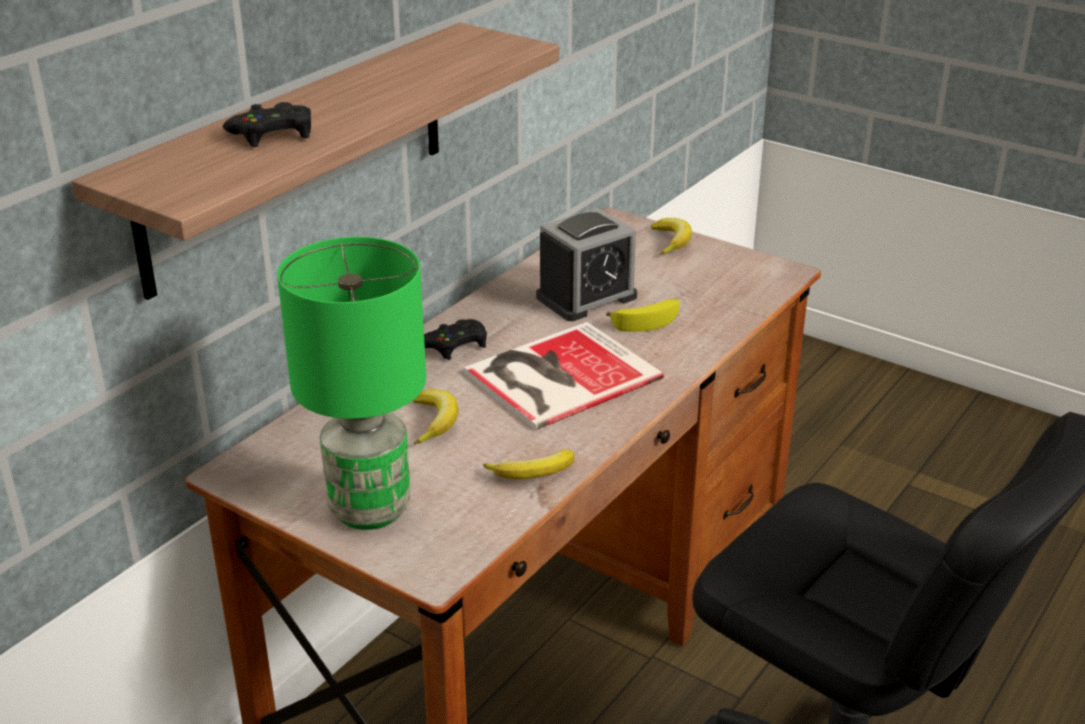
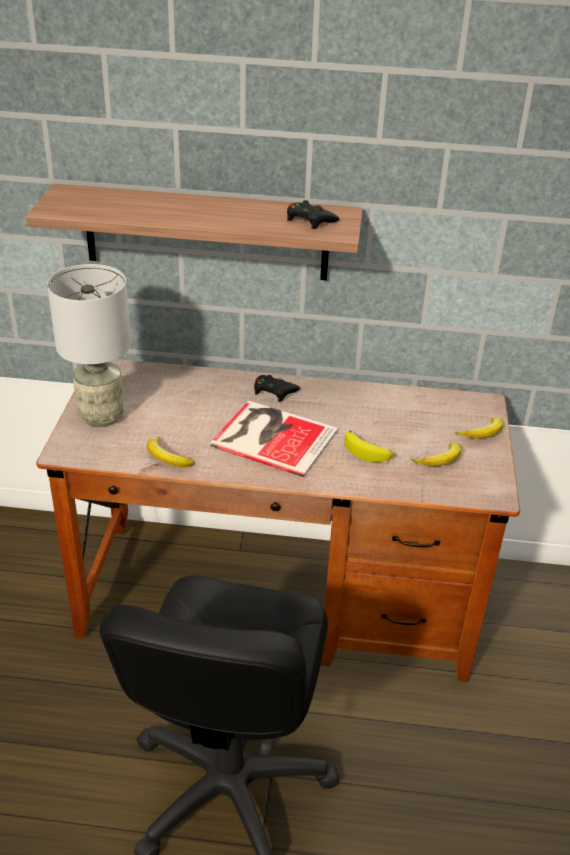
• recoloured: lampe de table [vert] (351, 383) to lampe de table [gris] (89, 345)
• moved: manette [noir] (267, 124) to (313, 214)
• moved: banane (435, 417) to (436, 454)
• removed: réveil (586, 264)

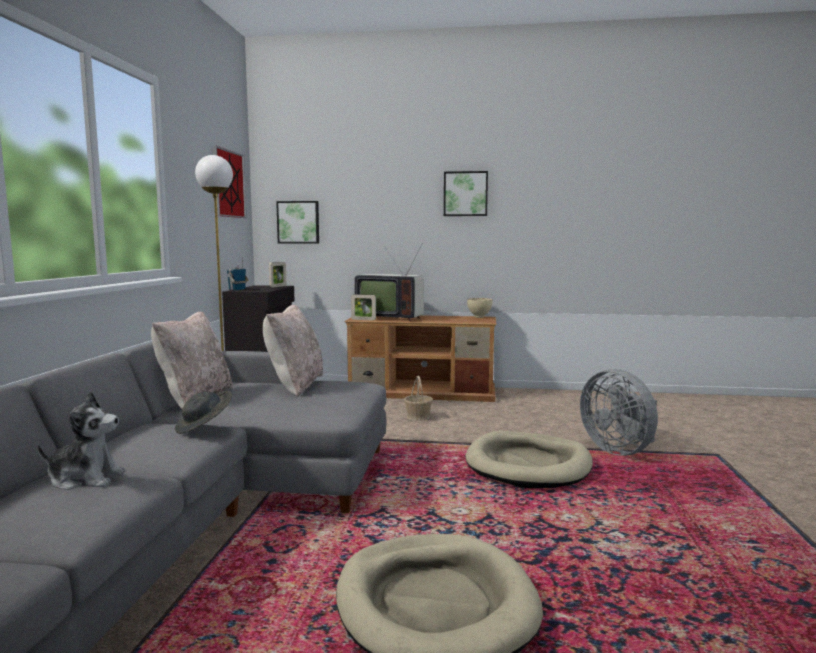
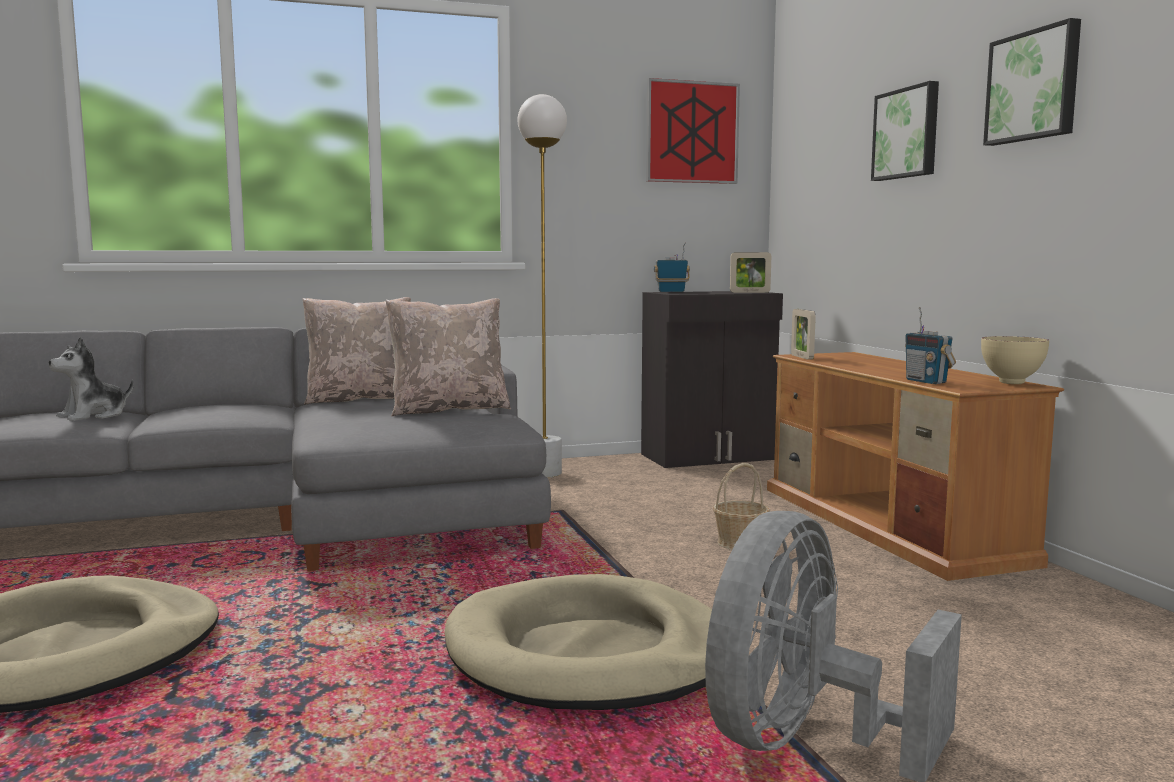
• turned: peluche (81, 441) = (91, 379) 60 degrees clockwise
• moved: tableau (297, 222) to (905, 131)
• added: radio (930, 345)
• removed: chapeau [gris] (203, 412)
• removed: téléviseur (389, 282)

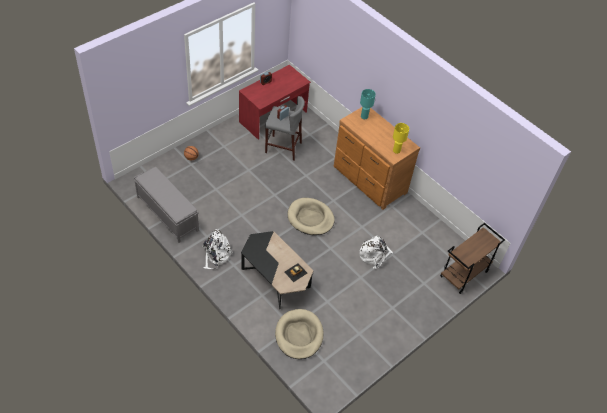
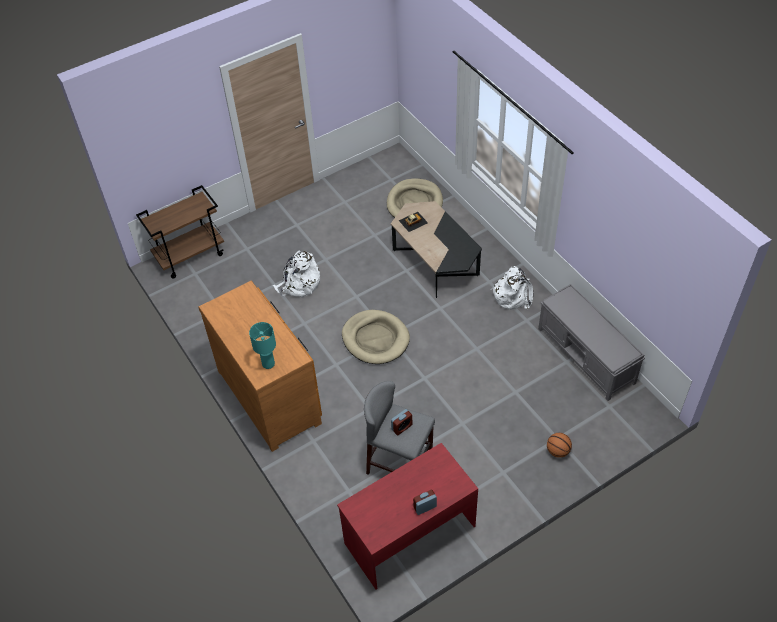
• removed: lampe de table [jaune] (401, 138)

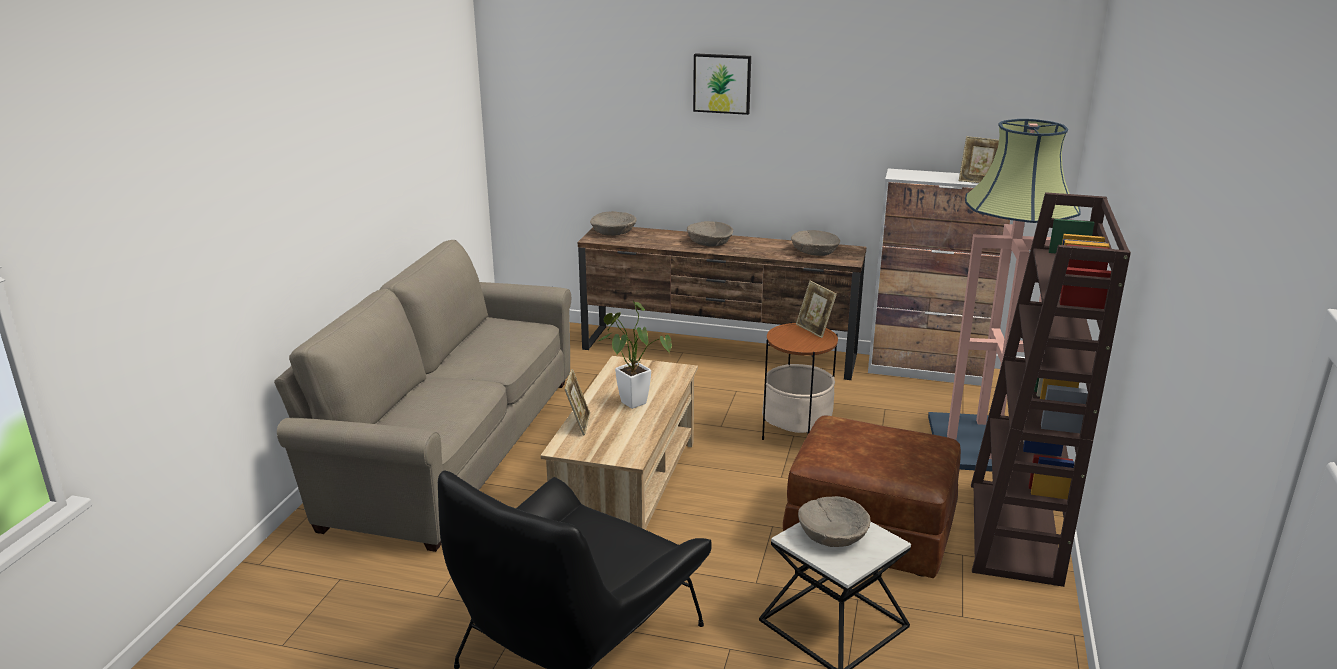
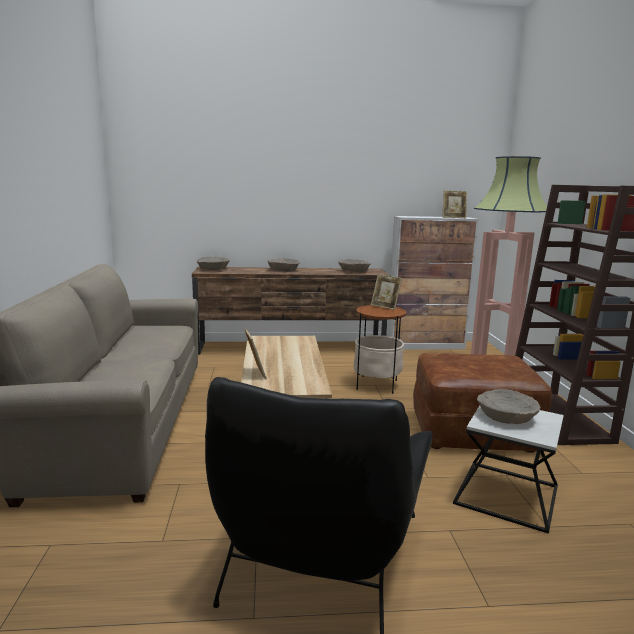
• removed: plante en pot (635, 355)
• removed: tableau (722, 84)

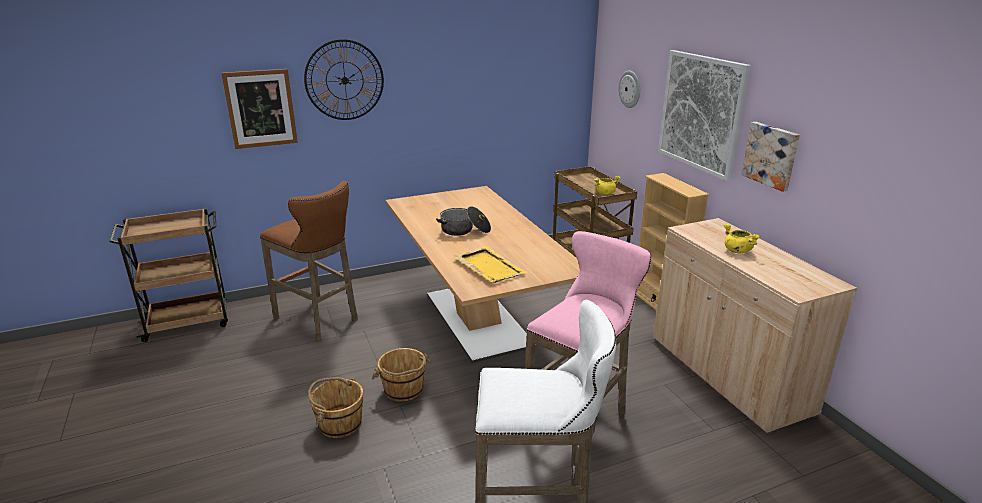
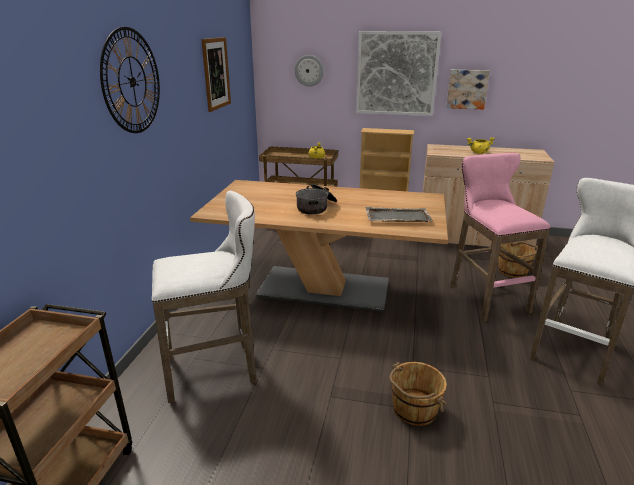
• recoloured: tabouret [marron] (309, 261) to tabouret [blanc] (204, 297)
• moved: tableau (260, 109) to (216, 74)
• recoloured: plateau [jaune] (490, 264) to plateau [gris] (399, 214)
• moved: seau [marron] (401, 375) to (518, 259)

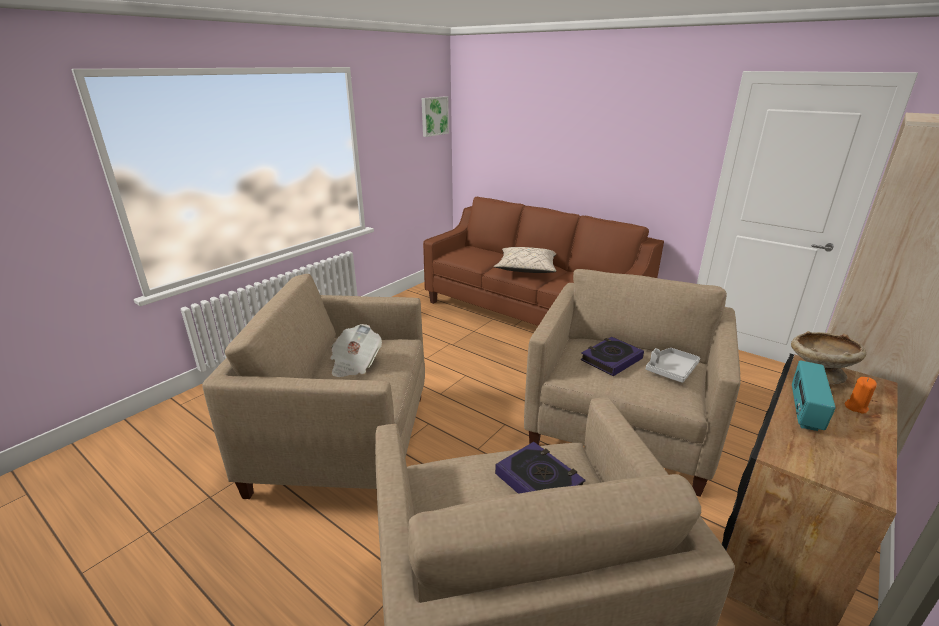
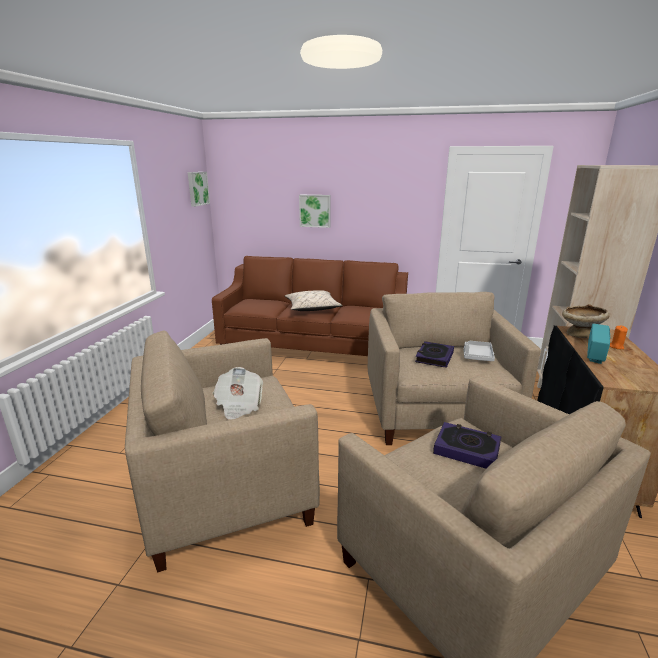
• added: tableau (315, 211)
• turned: radio (814, 396) = (598, 344) 150 degrees counterclockwise

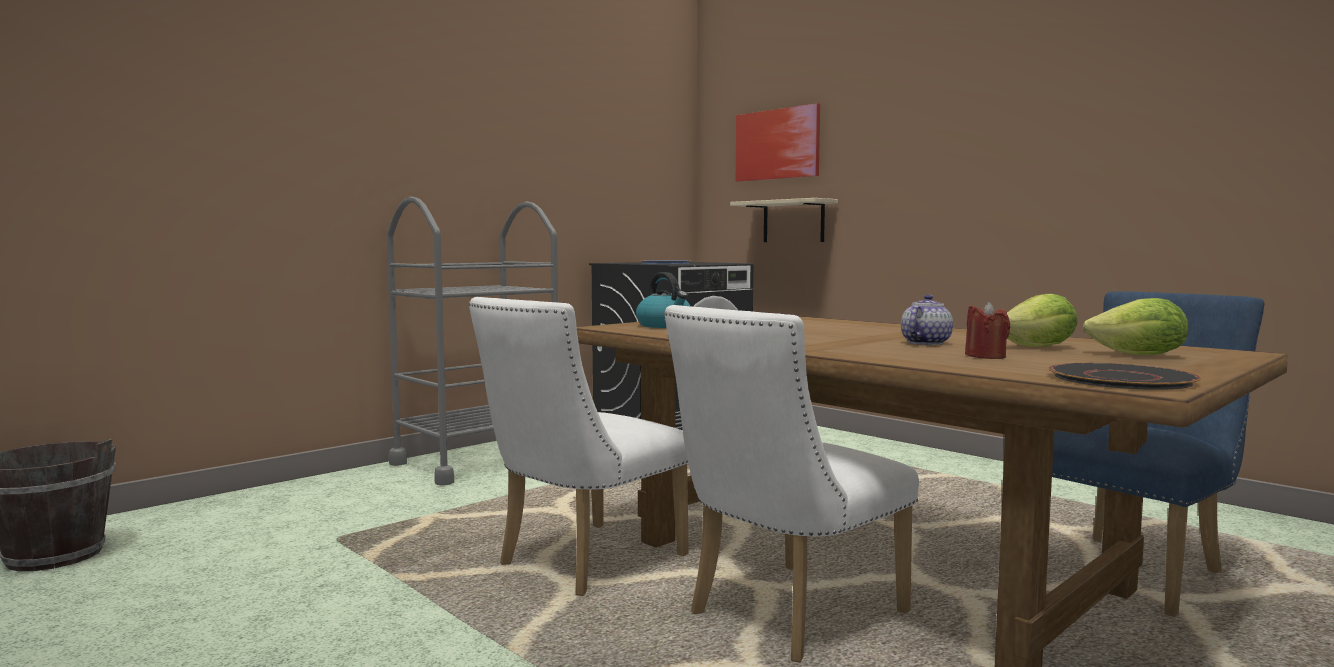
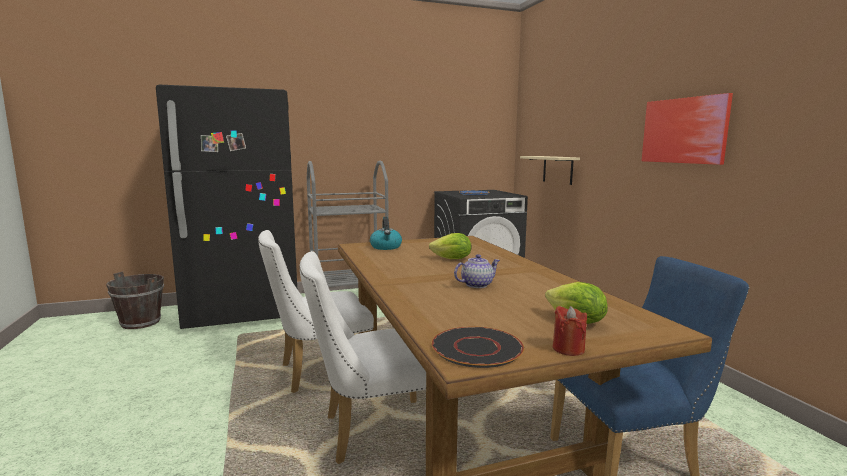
• added: réfrigérateur [noir] (226, 207)
• moved: laitue (1042, 320) to (450, 246)
• moved: bougie [rouge] (987, 330) to (570, 331)
• moved: tableau (778, 142) to (687, 129)

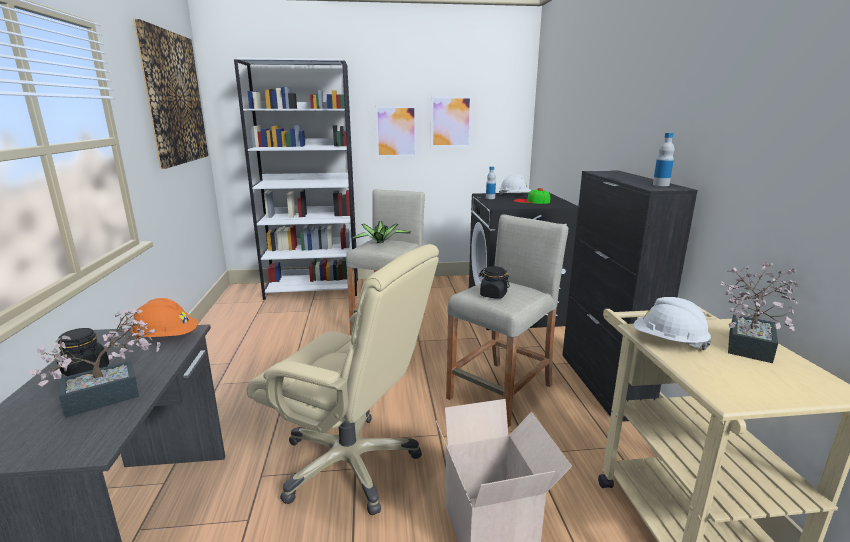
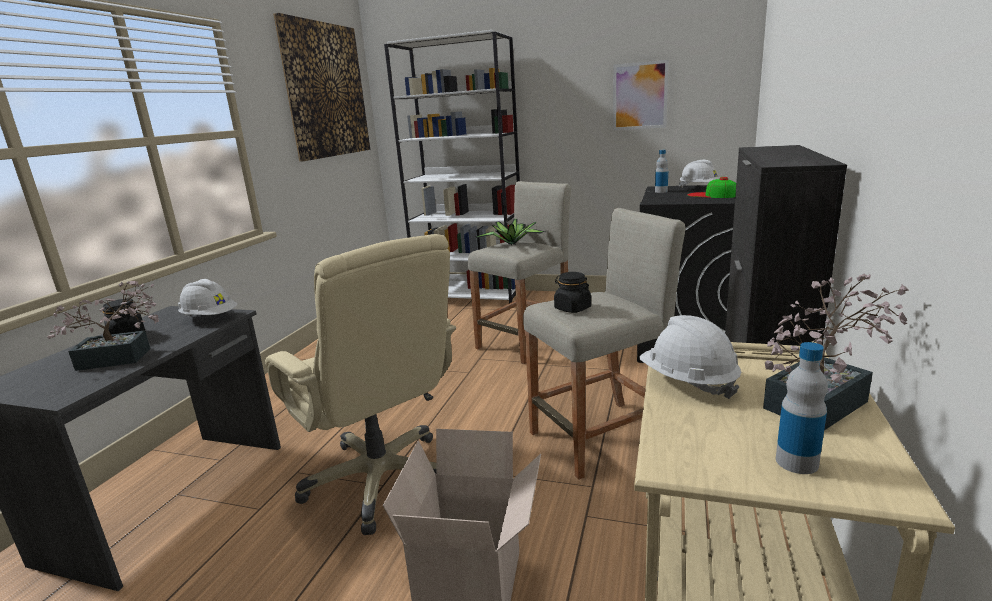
• recoloured: casque de chantier [orange] (164, 318) to casque de chantier [blanc] (207, 297)
• moved: bouteille (664, 159) to (802, 408)
• removed: tableau (396, 131)

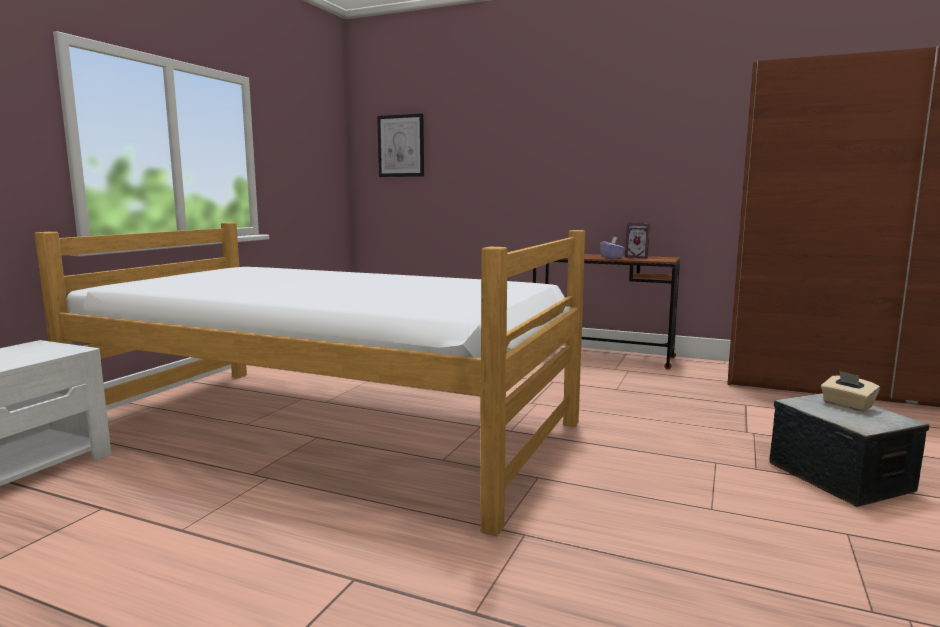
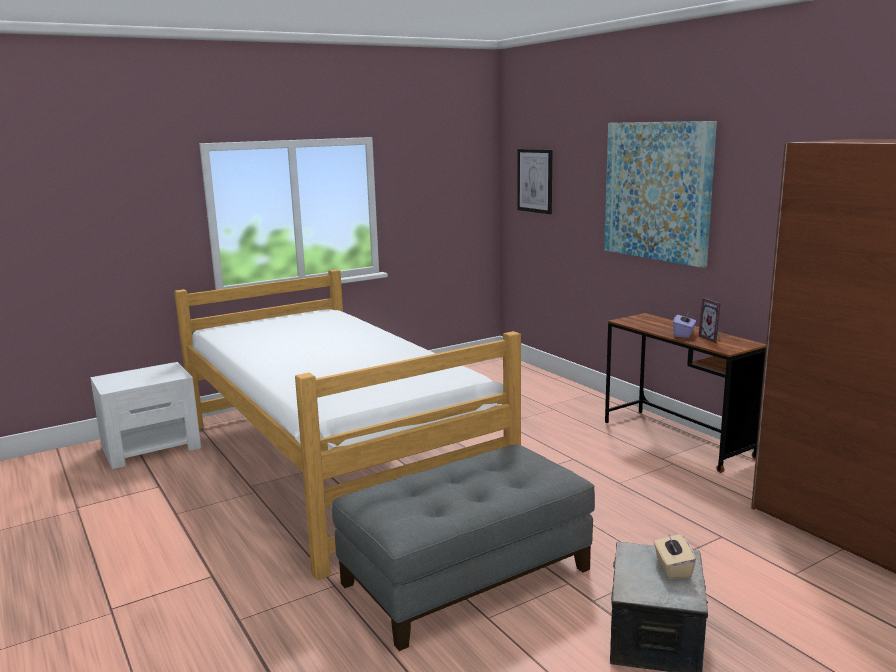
• added: pouf [gris] (463, 547)
• added: tableau (660, 194)

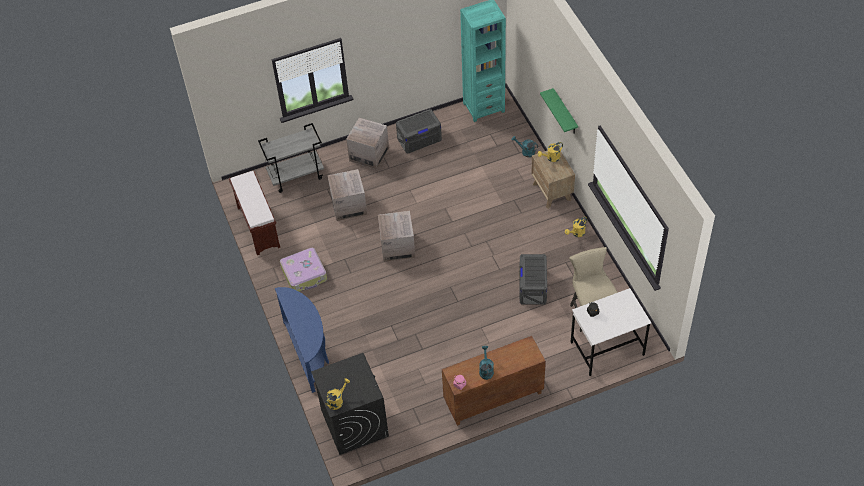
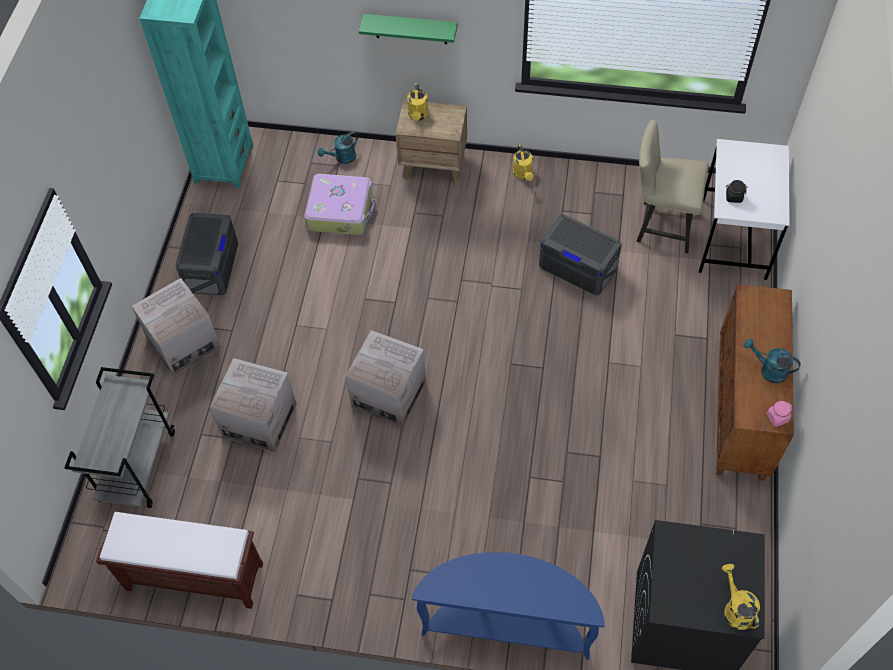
• moved: valise (303, 270) to (340, 204)

